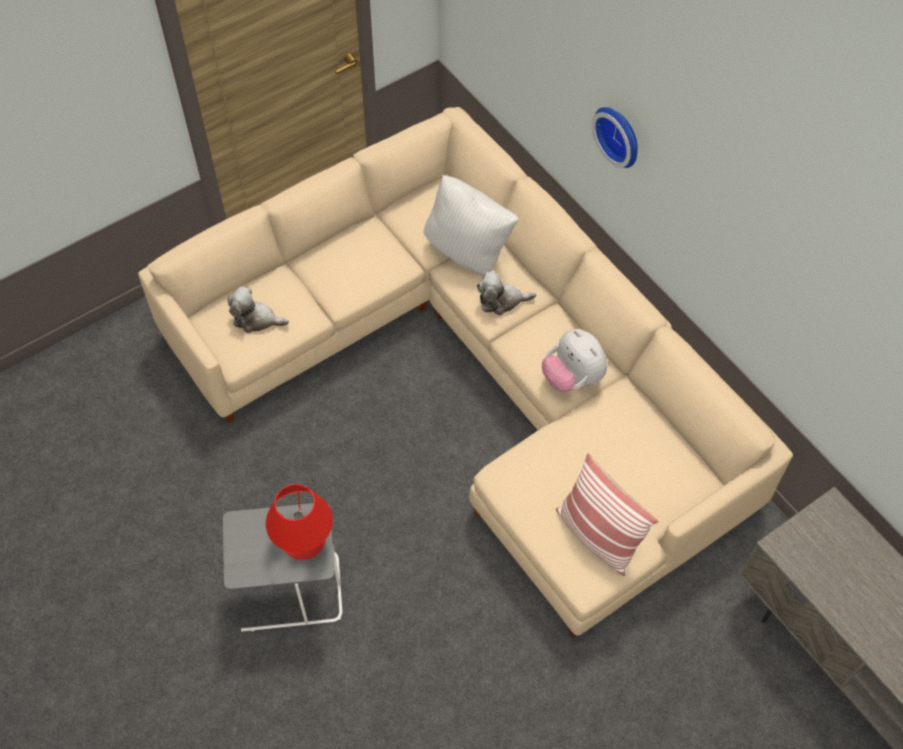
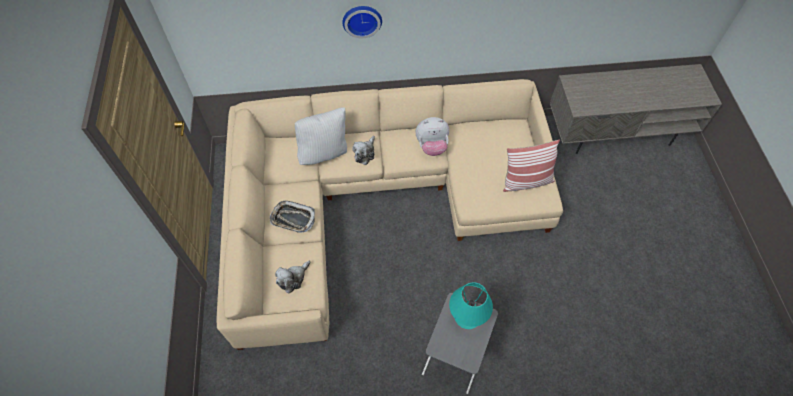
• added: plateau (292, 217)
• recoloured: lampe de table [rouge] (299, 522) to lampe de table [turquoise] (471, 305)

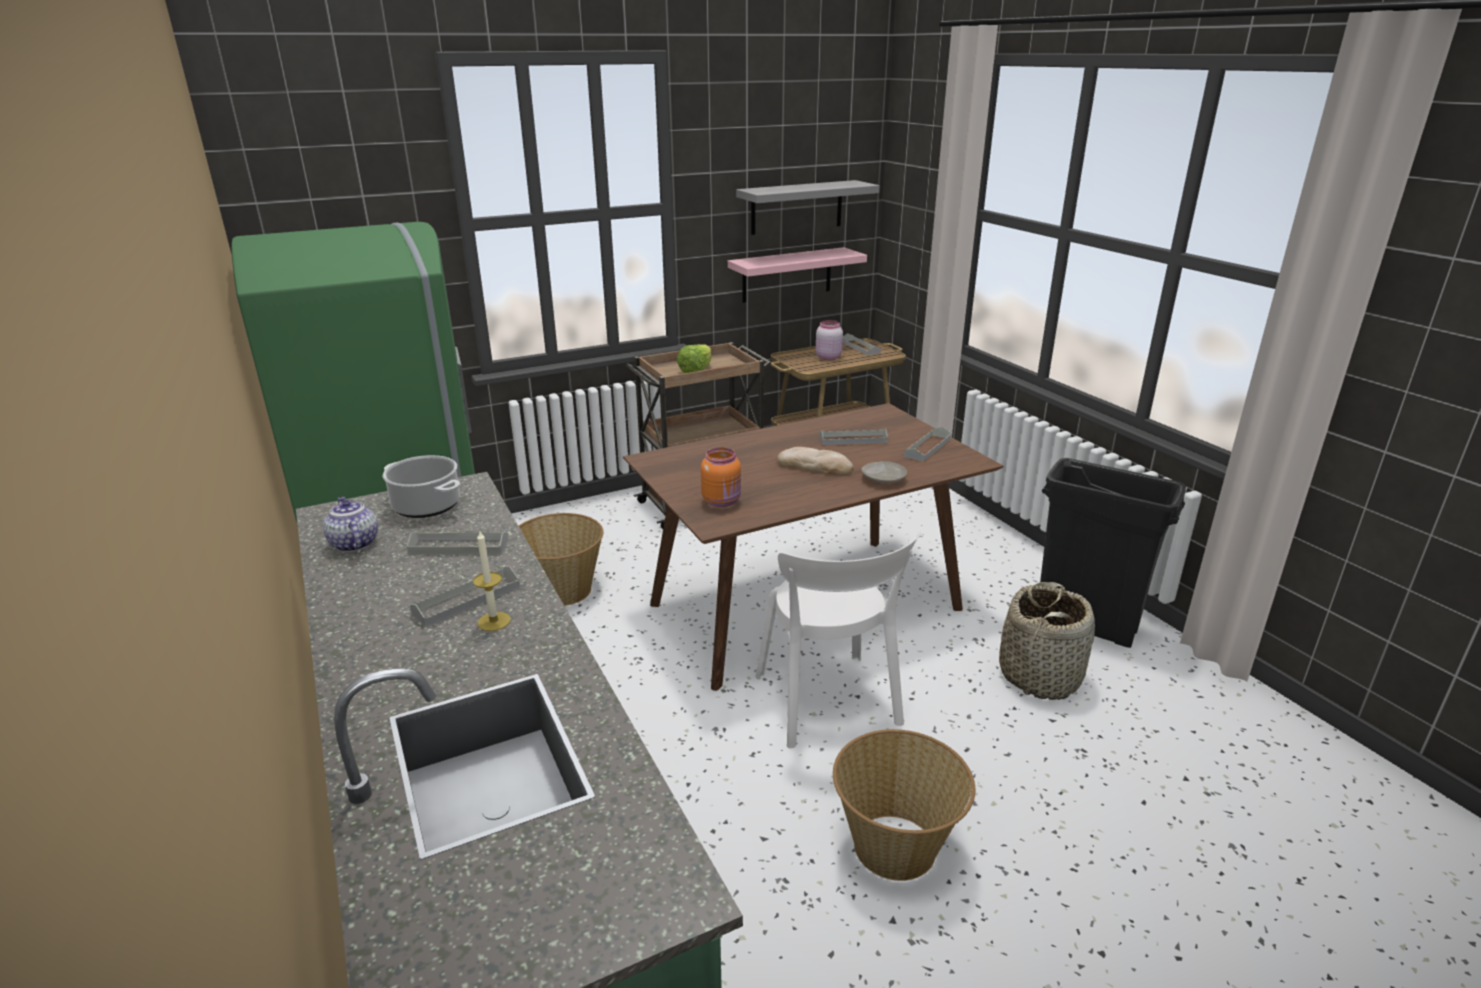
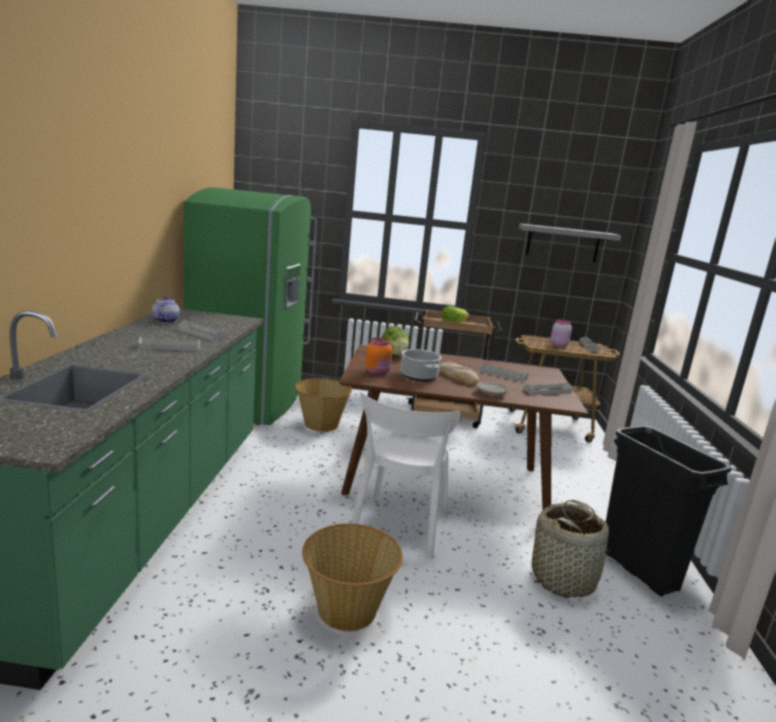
• added: laitue (395, 341)
• moved: marmite (421, 486) to (421, 365)
• removed: bougie (492, 581)
• removed: étagère [rose] (797, 275)

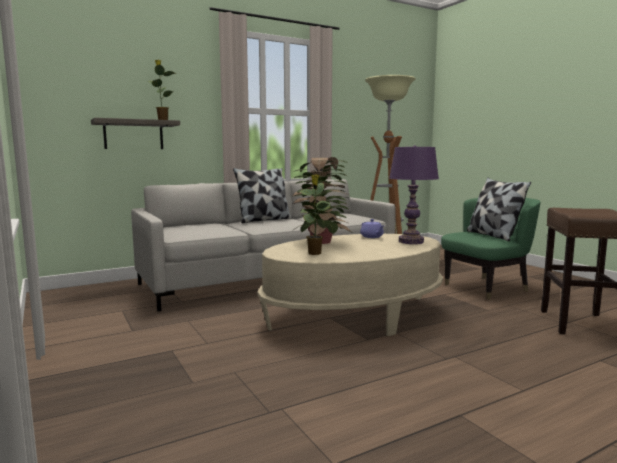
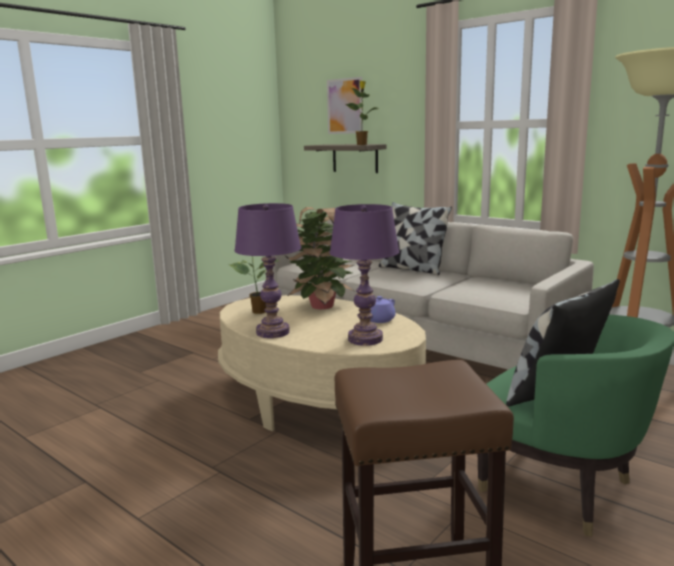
• added: lampe de table [violet] (267, 270)
• added: tableau (345, 105)

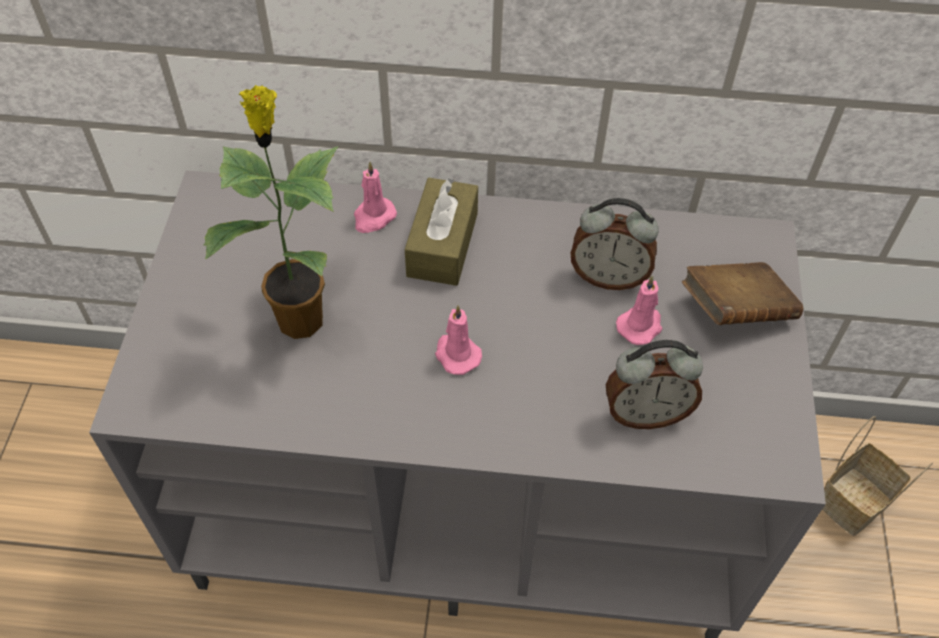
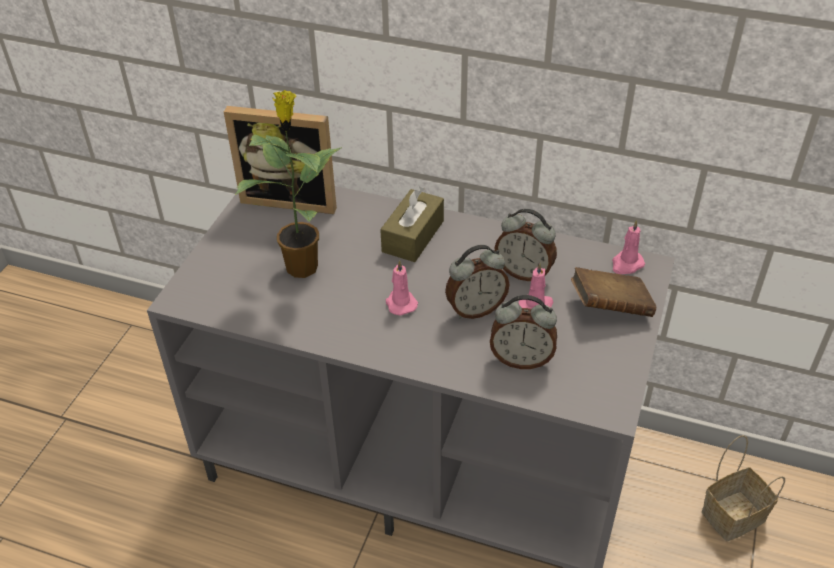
• added: cadre photo (280, 160)
• added: réveil (477, 282)
• moved: bougie [rose] (375, 197) to (628, 247)

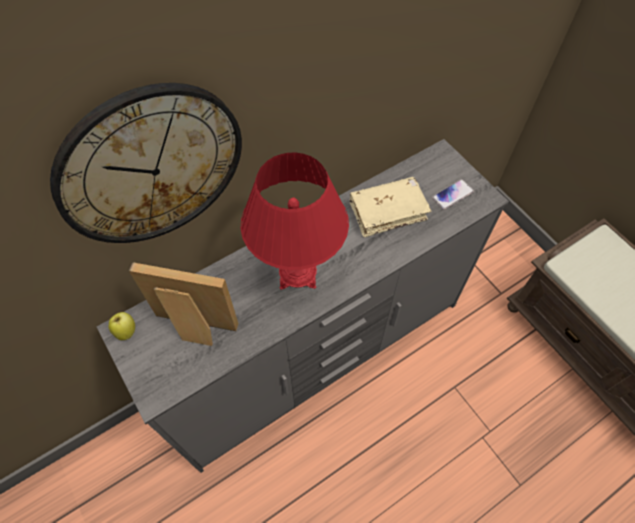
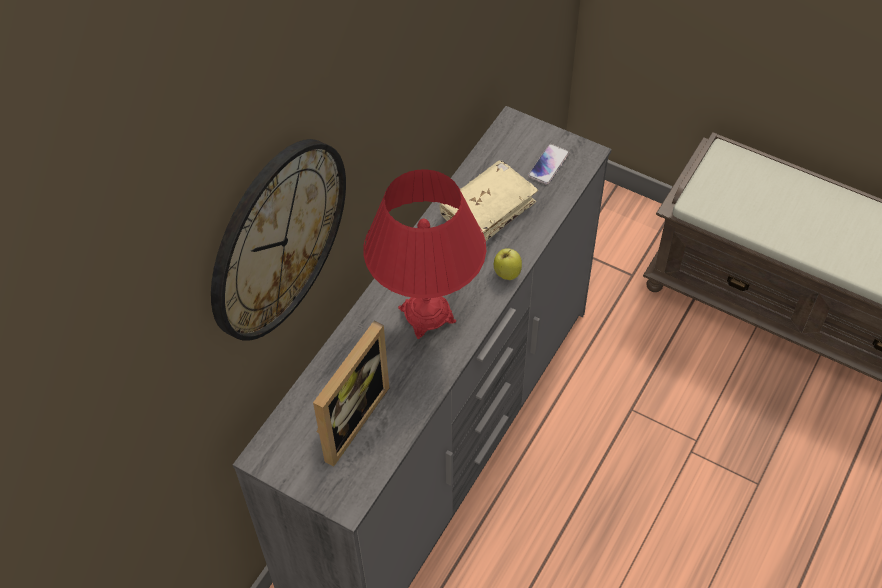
• turned: cadre photo (183, 304) = (351, 394) 135 degrees clockwise
• moved: pomme (122, 326) to (508, 264)

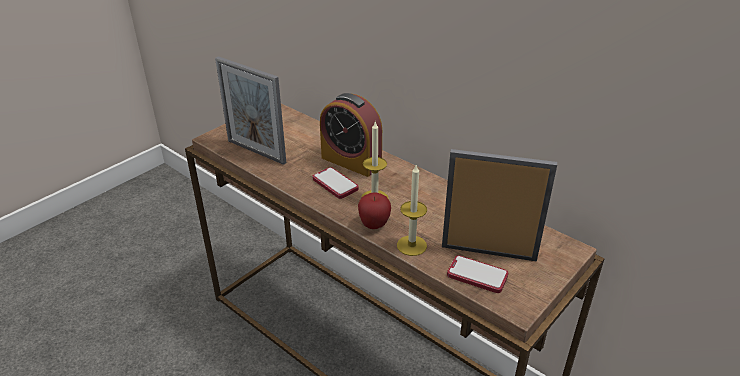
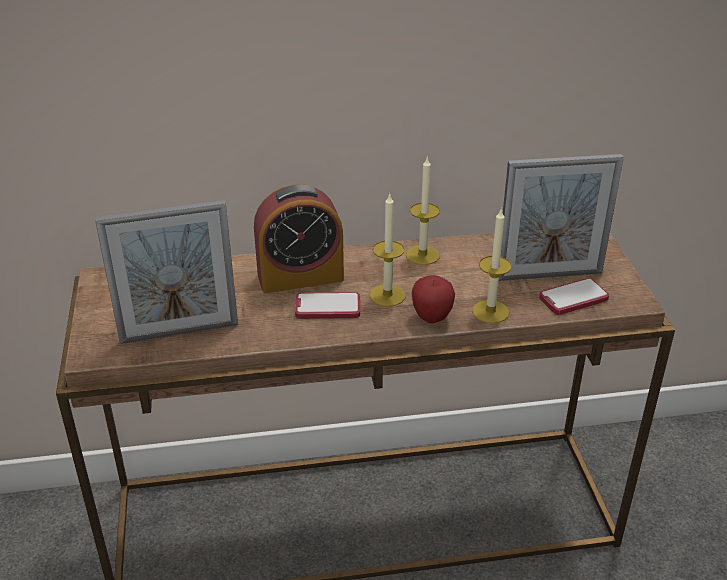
• added: bougie (423, 210)
• turned: cadre photo (499, 205) = (561, 217) 150 degrees counterclockwise

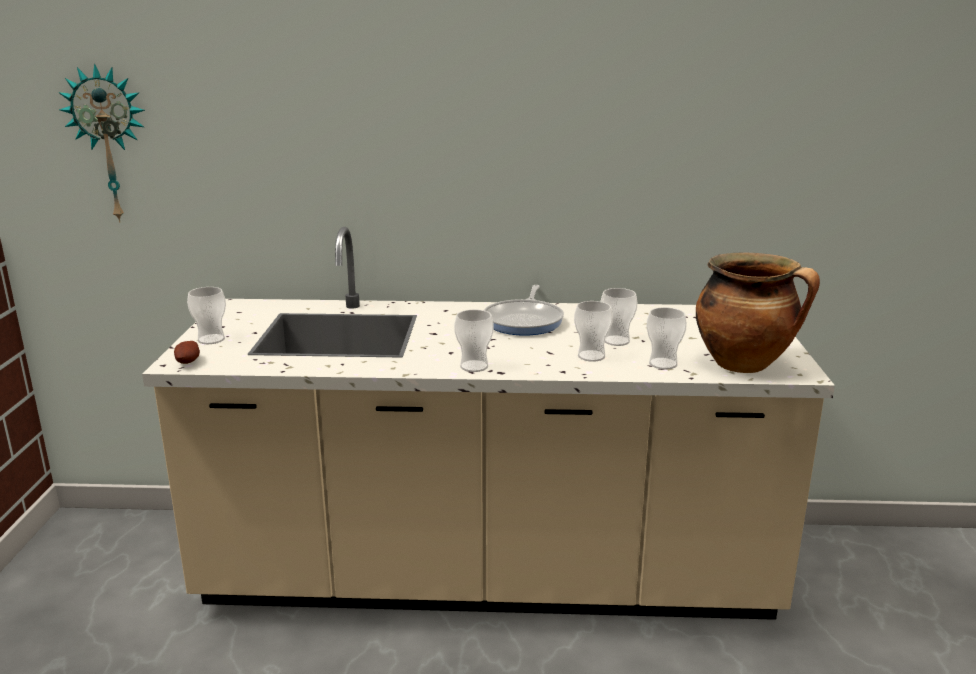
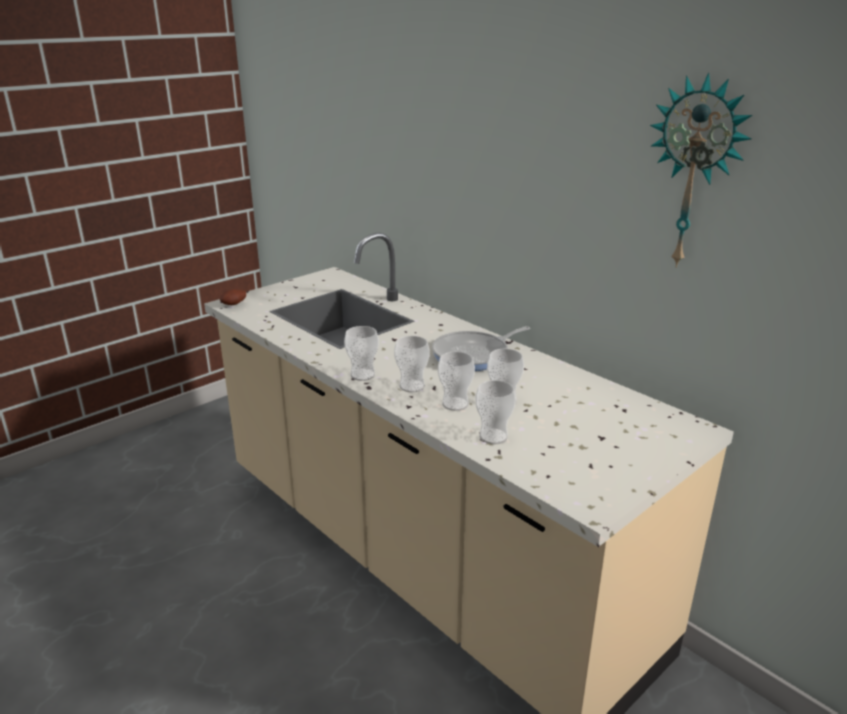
• moved: tasse (206, 315) to (412, 364)
• moved: horloge murale (101, 142) to (701, 170)
• removed: marmite (758, 313)

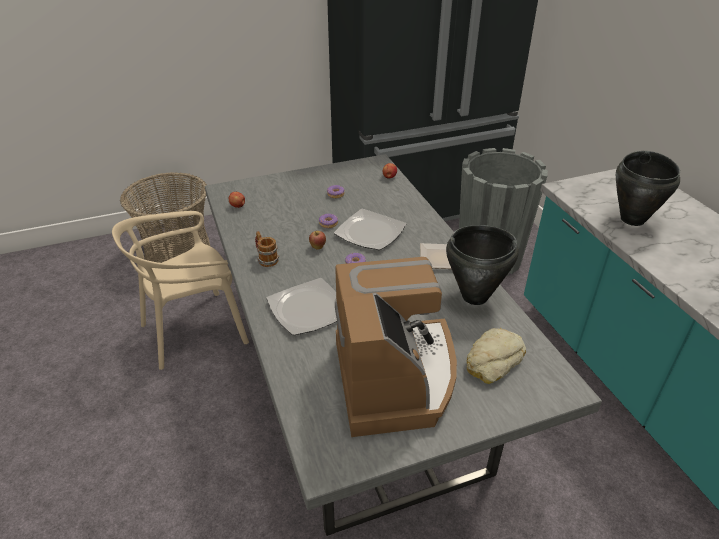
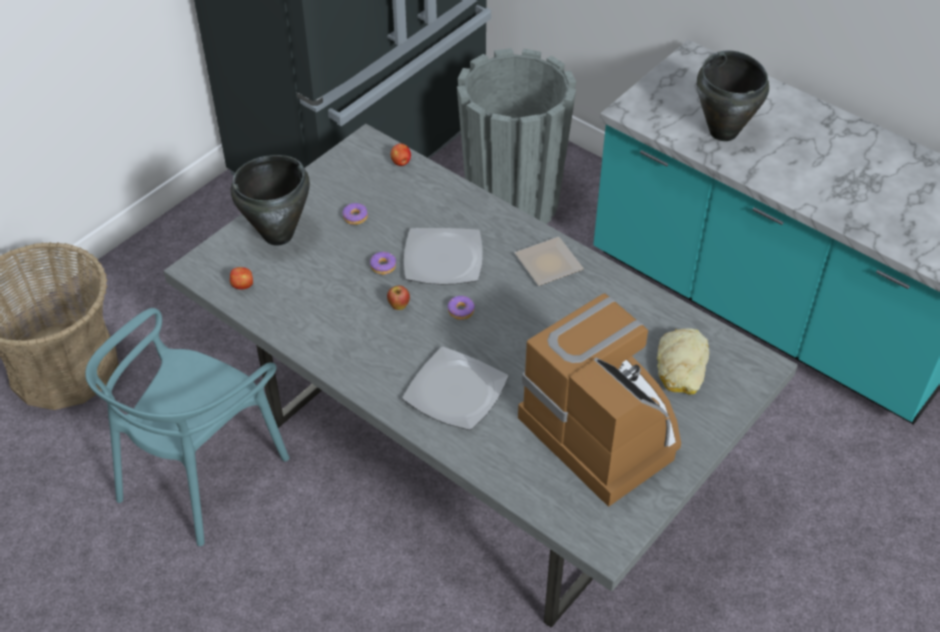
• recoloured: chaise [beige] (180, 290) to chaise [turquoise] (187, 427)
• moved: marmite [noir] (482, 265) to (270, 200)
• removed: mug (267, 249)

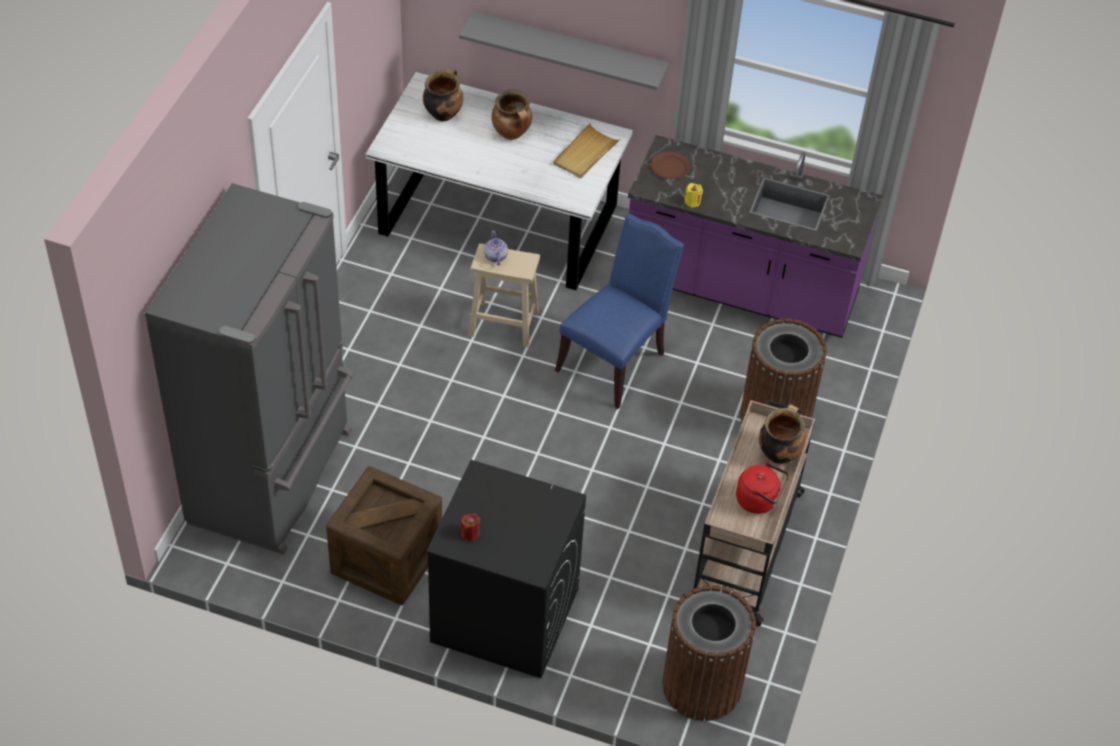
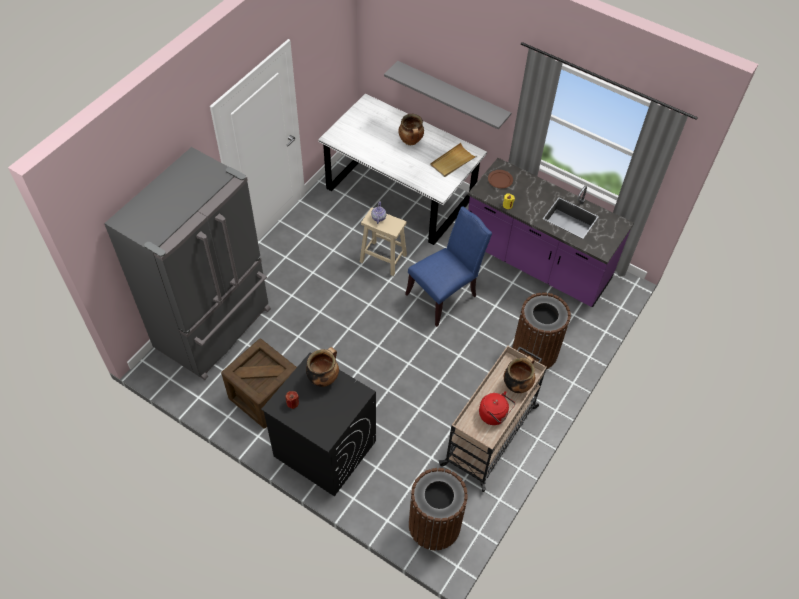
• moved: marmite (443, 94) to (322, 367)

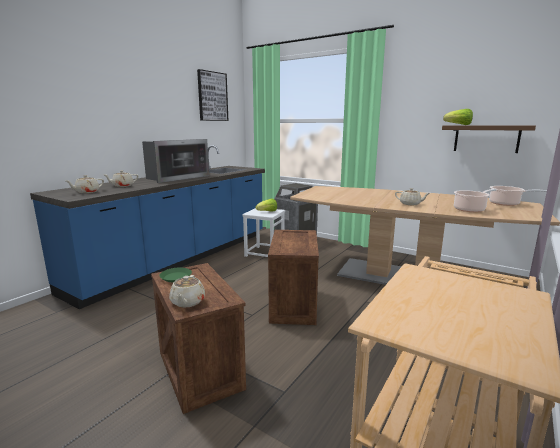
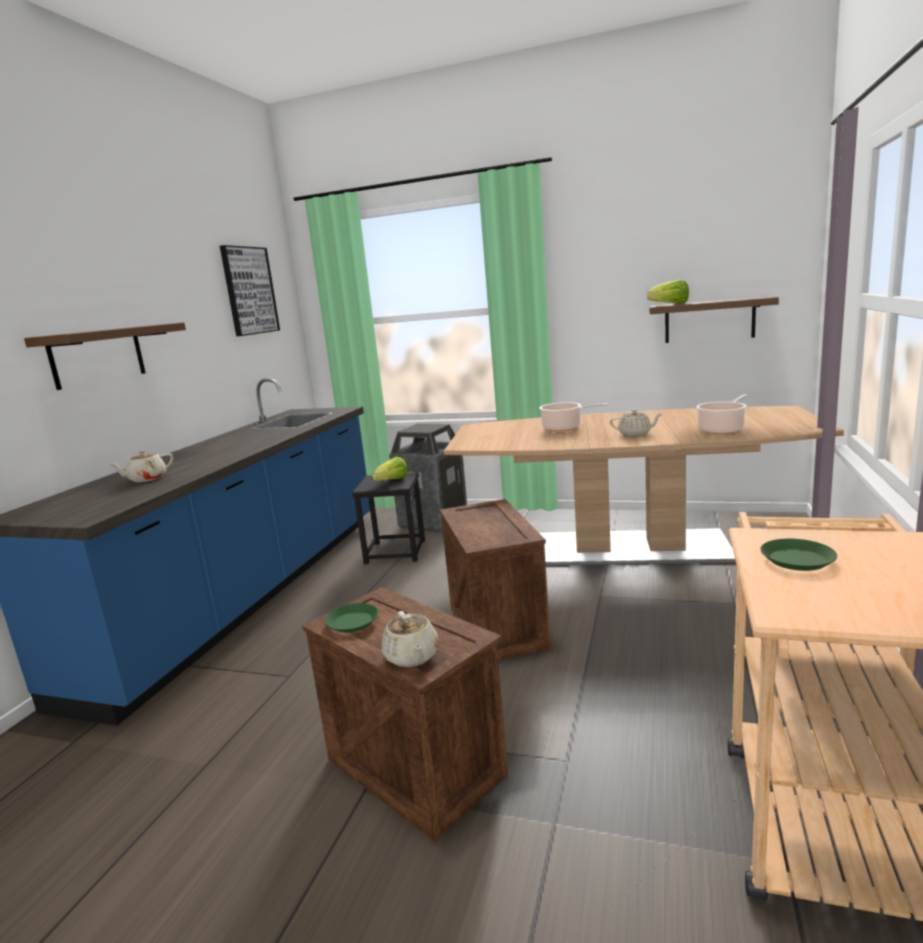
• added: étagère [marron] (105, 356)
• recoloured: tabouret [blanc] (263, 232) to tabouret [noir] (388, 518)
• moved: marmite (518, 196) to (573, 416)
• added: assiette [vert] (798, 555)
• removed: théière [beige] (85, 184)
• removed: micro-ondes (175, 161)

